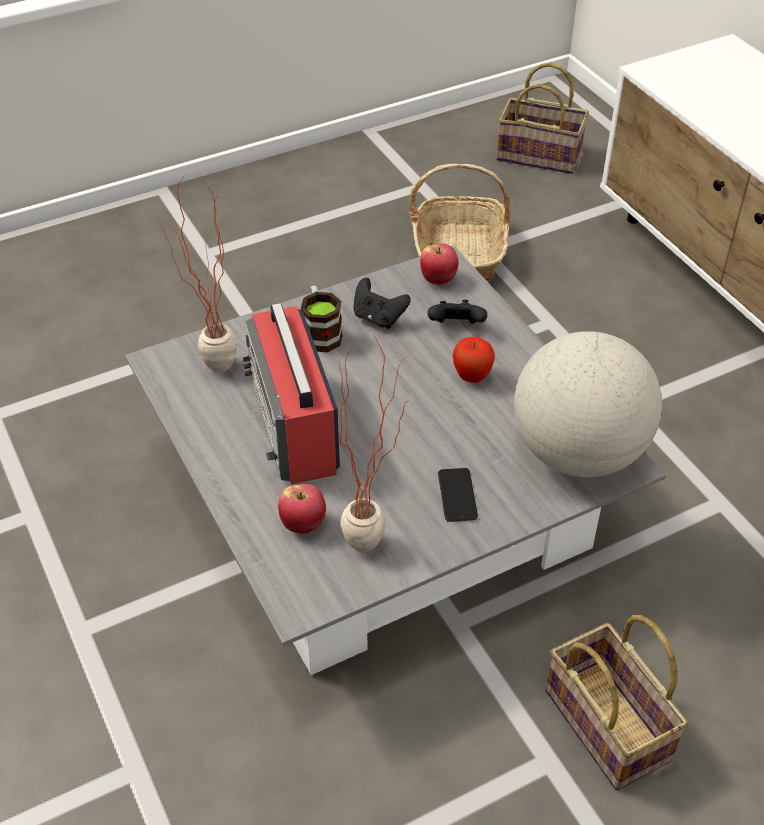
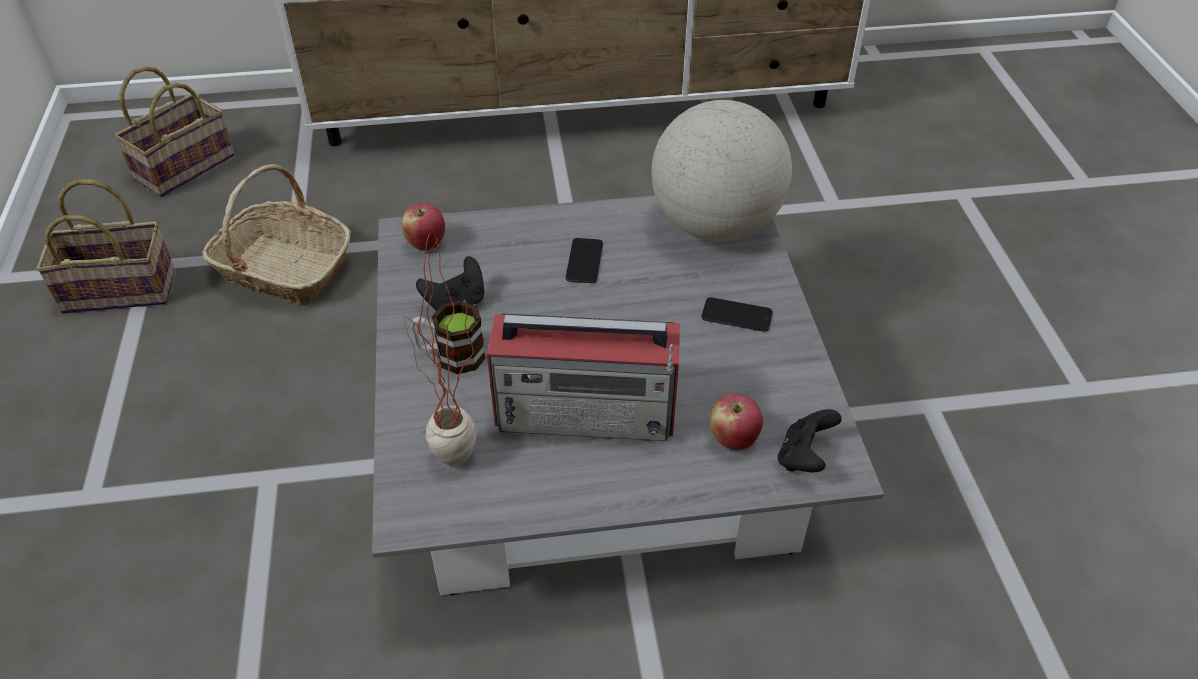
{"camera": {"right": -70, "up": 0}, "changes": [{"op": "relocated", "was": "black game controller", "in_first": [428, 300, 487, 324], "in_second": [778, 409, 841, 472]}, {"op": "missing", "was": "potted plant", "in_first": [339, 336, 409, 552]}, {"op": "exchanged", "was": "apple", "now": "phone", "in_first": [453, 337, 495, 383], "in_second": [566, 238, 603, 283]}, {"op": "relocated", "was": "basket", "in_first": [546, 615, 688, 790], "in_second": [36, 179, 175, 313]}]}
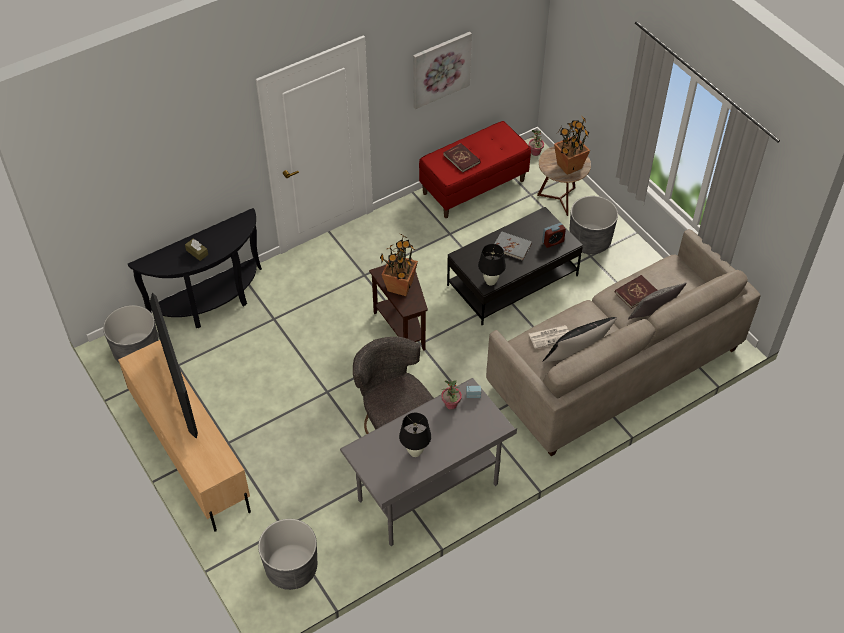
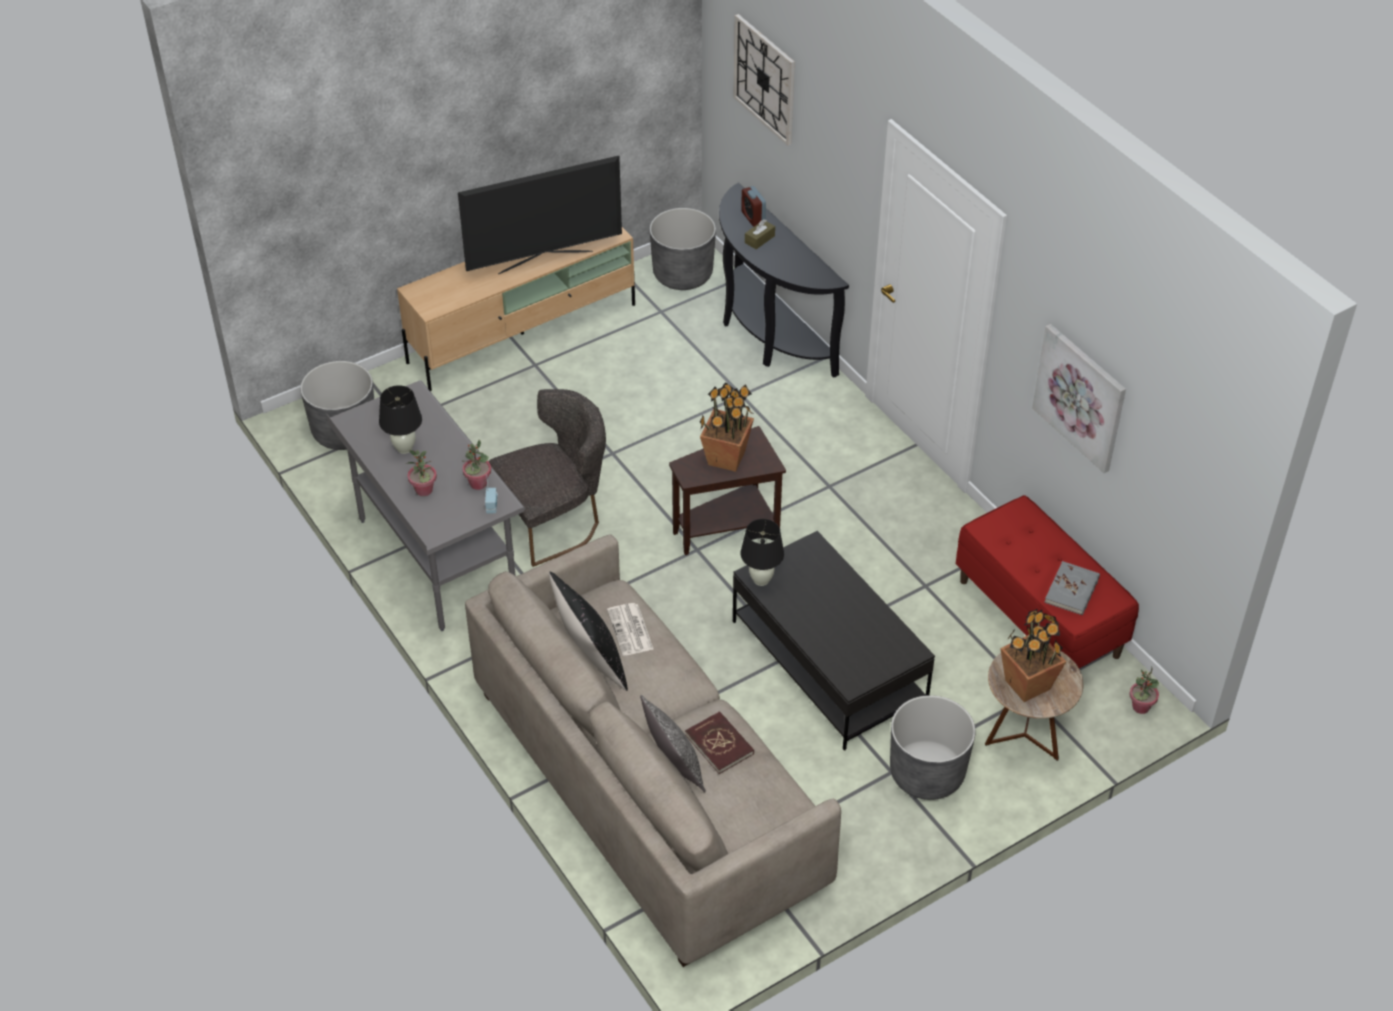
{"camera": {"right": 90, "up": -5}, "changes": [{"op": "missing", "was": "red book", "in_first": [443, 143, 481, 173]}, {"op": "relocated", "was": "alarm clock", "in_first": [542, 223, 566, 248], "in_second": [741, 186, 766, 227]}, {"op": "relocated", "was": "grey book", "in_first": [494, 231, 532, 261], "in_second": [1044, 561, 1100, 615]}, {"op": "appeared", "now": "wall clock", "in_second": [733, 14, 795, 146]}, {"op": "appeared", "now": "potted plant", "in_second": [408, 450, 437, 496]}]}
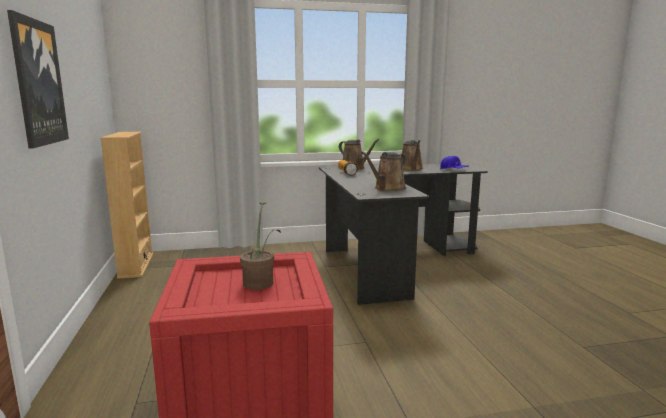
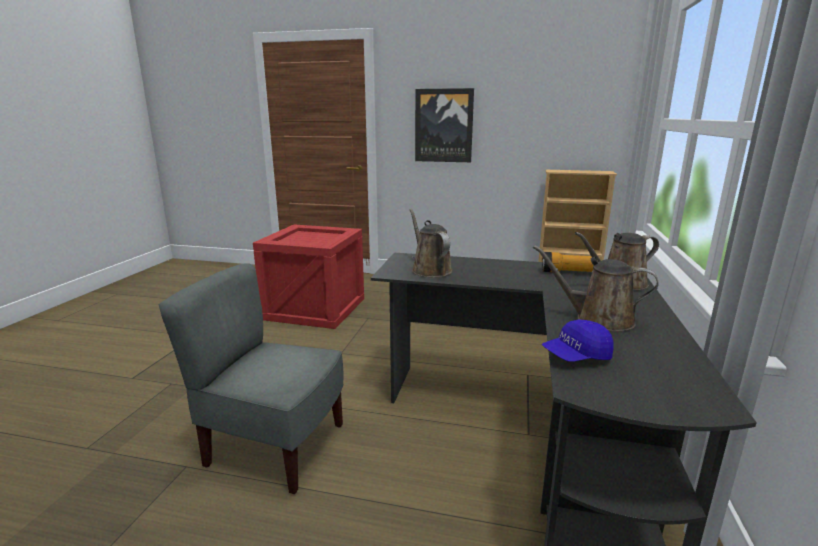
{"camera": {"right": 115, "up": 5}, "changes": [{"op": "missing", "was": "potted plant", "in_first": [240, 202, 281, 290]}, {"op": "appeared", "now": "grey chair", "in_second": [159, 263, 343, 494]}]}
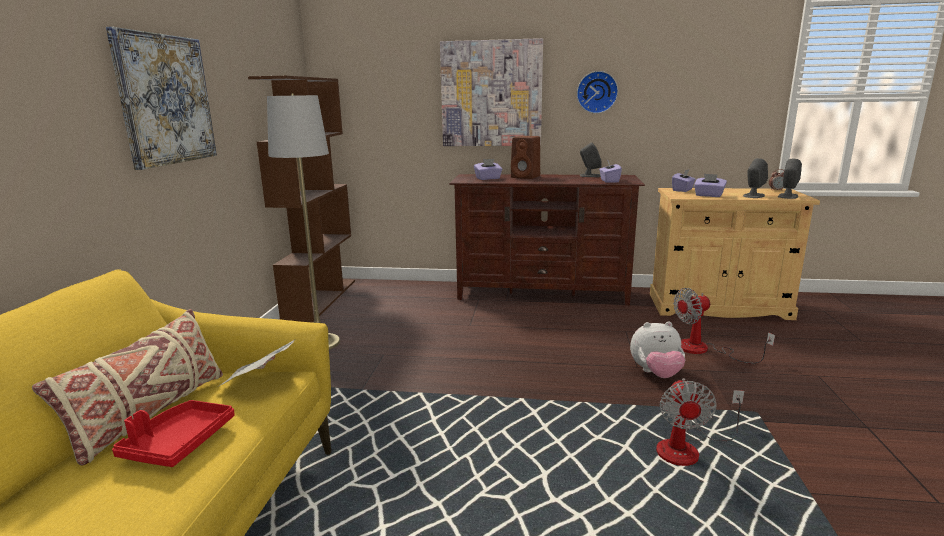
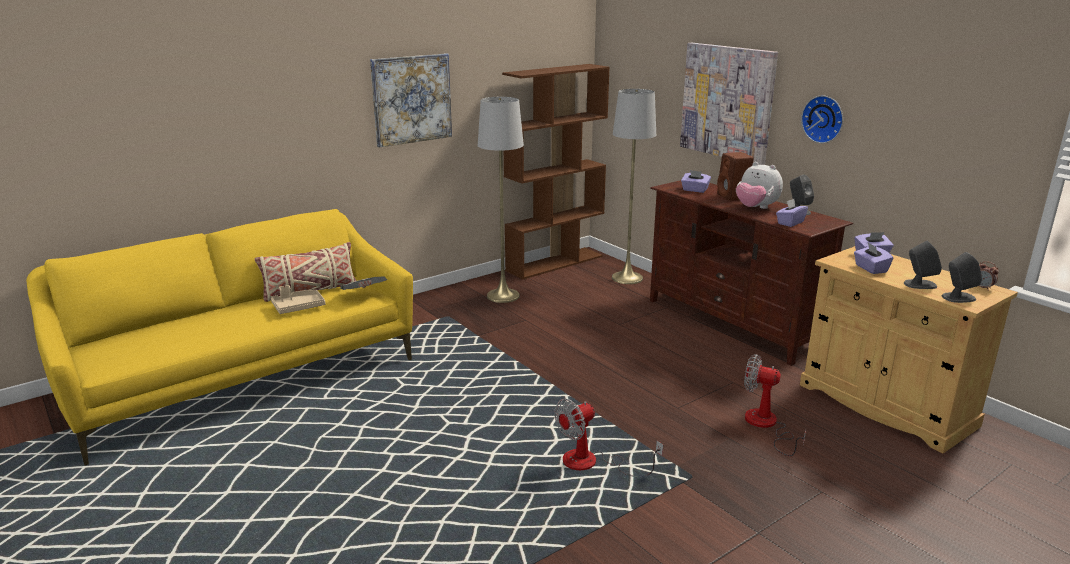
{"camera": {"right": 45, "up": 5}, "changes": [{"op": "relocated", "was": "plush toy", "in_first": [630, 322, 685, 378], "in_second": [736, 162, 783, 209]}, {"op": "colour", "was": "red tray", "now": "beige tray", "in_first": [112, 400, 235, 467], "in_second": [271, 285, 326, 314]}, {"op": "appeared", "now": "grey floor lamp", "in_second": [612, 89, 656, 284]}]}
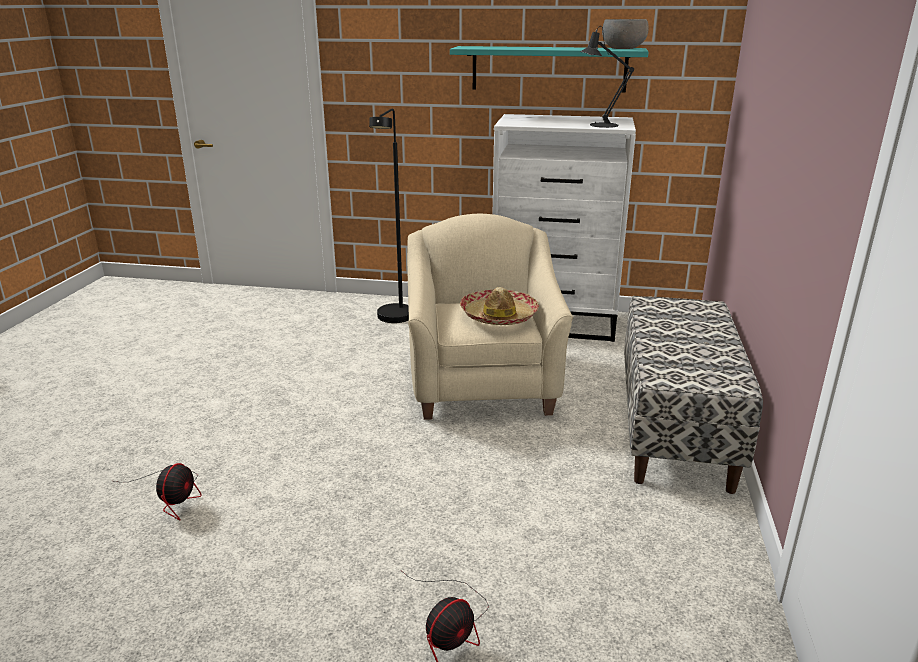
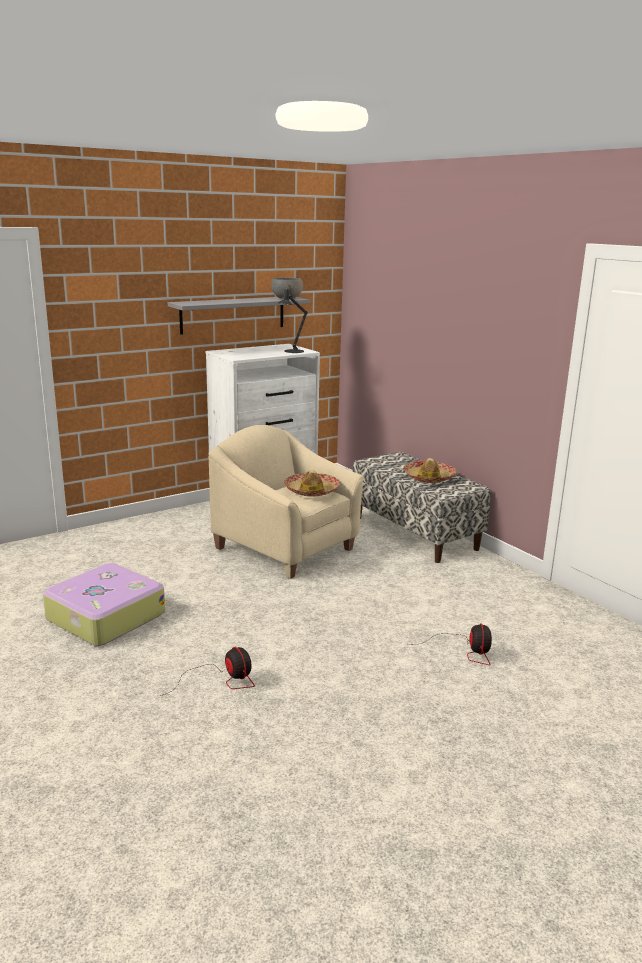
{"camera": {"right": -45, "up": -5}, "changes": [{"op": "colour", "was": "turquoise shelf", "now": "grey shelf", "in_first": [450, 46, 649, 93], "in_second": [168, 297, 310, 335]}, {"op": "missing", "was": "black floor lamp", "in_first": [369, 109, 409, 323]}, {"op": "appeared", "now": "hat", "in_second": [404, 458, 456, 483]}, {"op": "appeared", "now": "suitcase", "in_second": [43, 563, 165, 646]}]}
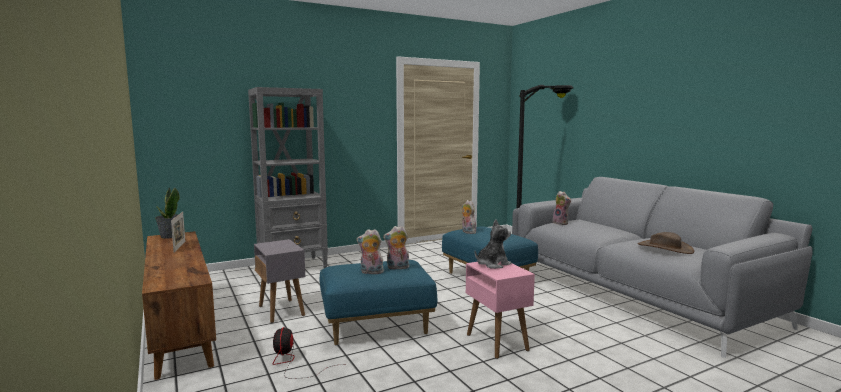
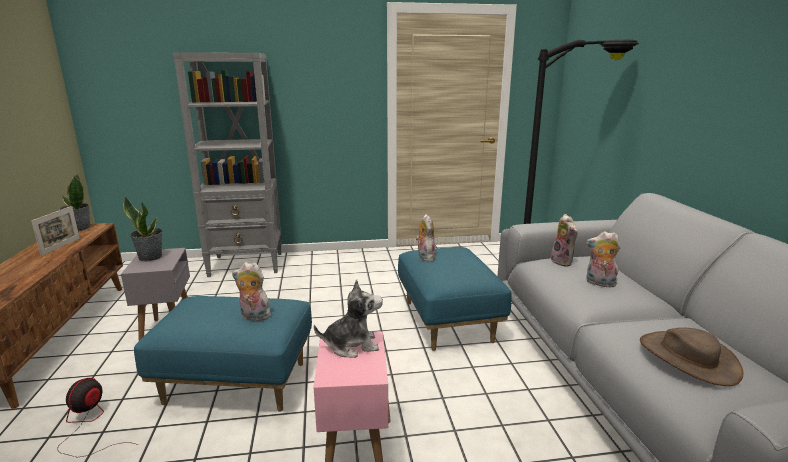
{"camera": {"right": 20, "up": 10}, "changes": [{"op": "relocated", "was": "plush toy", "in_first": [356, 229, 384, 274], "in_second": [586, 231, 621, 287]}, {"op": "appeared", "now": "potted plant", "in_second": [123, 197, 163, 261]}]}
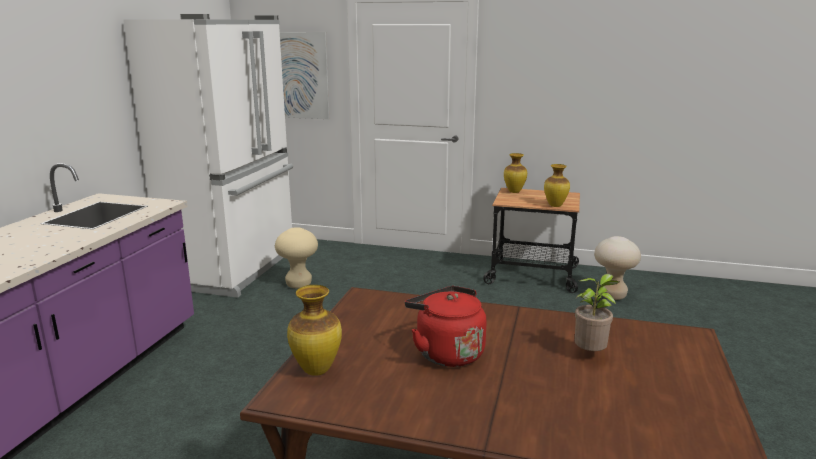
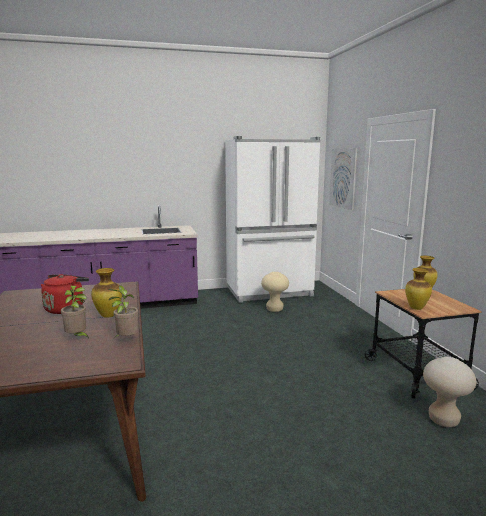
{"camera": {"right": 60, "up": -5}, "changes": [{"op": "relocated", "was": "vase", "in_first": [287, 285, 342, 376], "in_second": [91, 268, 122, 318]}, {"op": "appeared", "now": "potted plant", "in_second": [108, 285, 138, 337]}]}
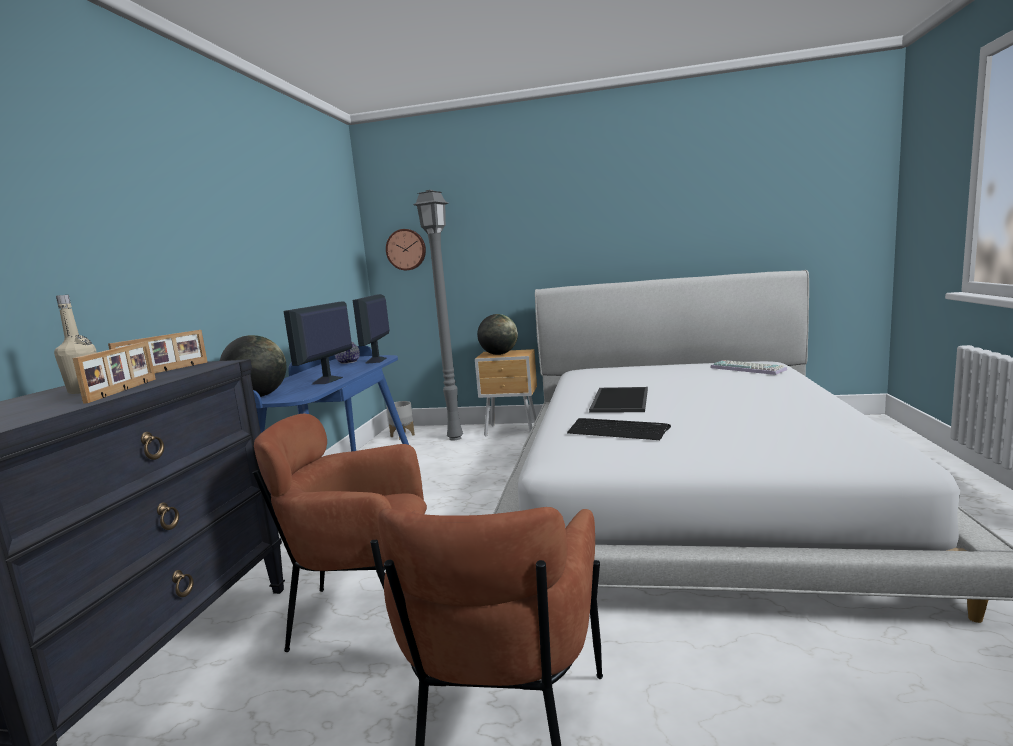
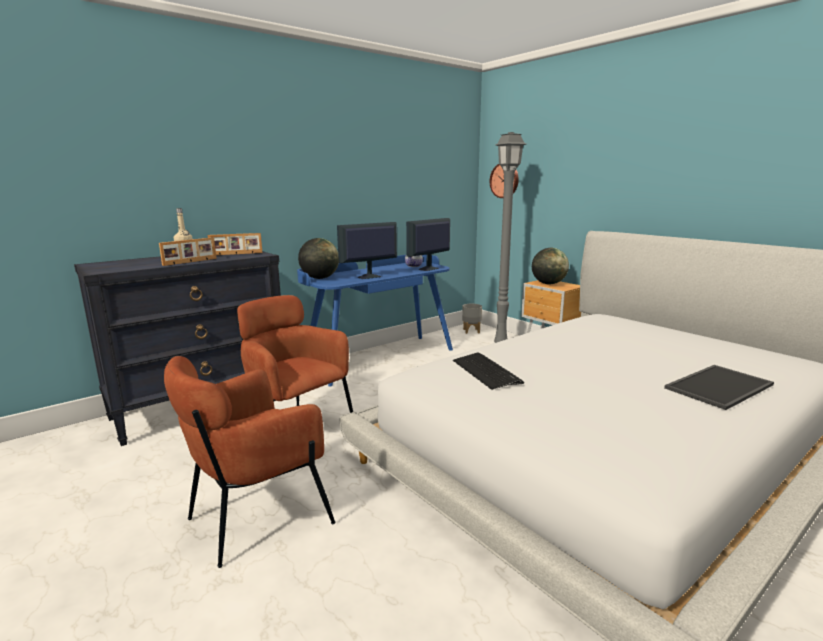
{"camera": {"right": 40, "up": 5}, "changes": [{"op": "missing", "was": "keyboard", "in_first": [710, 360, 787, 375]}, {"op": "relocated", "was": "tray", "in_first": [589, 387, 648, 413], "in_second": [664, 365, 774, 410]}]}
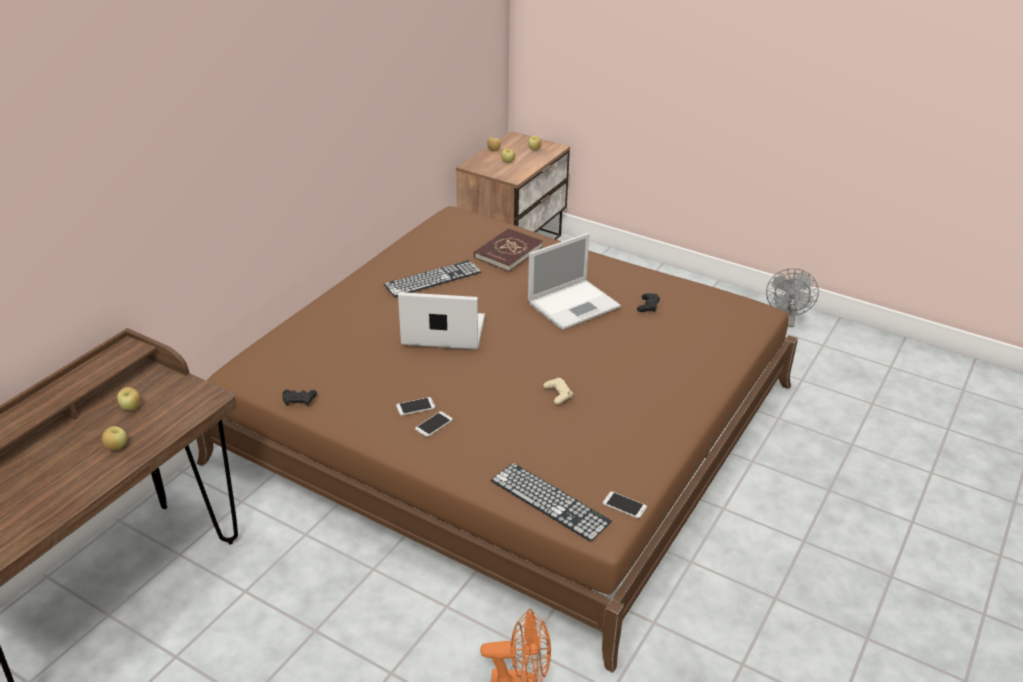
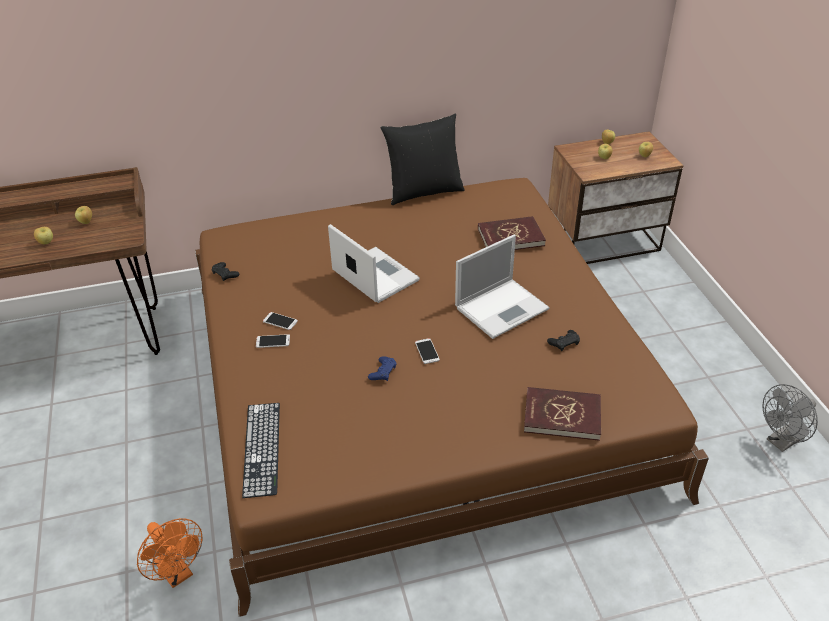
{"camera": {"right": 45, "up": 5}, "changes": [{"op": "spun", "was": "laptop", "in_first": [528, 233, 621, 330], "in_second": [455, 235, 550, 339], "clockwise": -45}, {"op": "missing", "was": "keyboard", "in_first": [384, 260, 481, 297]}, {"op": "colour", "was": "beige game controller", "now": "blue game controller", "in_first": [543, 378, 573, 404], "in_second": [368, 356, 397, 381]}, {"op": "relocated", "was": "phone", "in_first": [603, 491, 647, 518], "in_second": [415, 338, 440, 364]}, {"op": "appeared", "now": "black pillow", "in_second": [381, 114, 464, 205]}, {"op": "appeared", "now": "red book", "in_second": [524, 387, 601, 441]}]}
